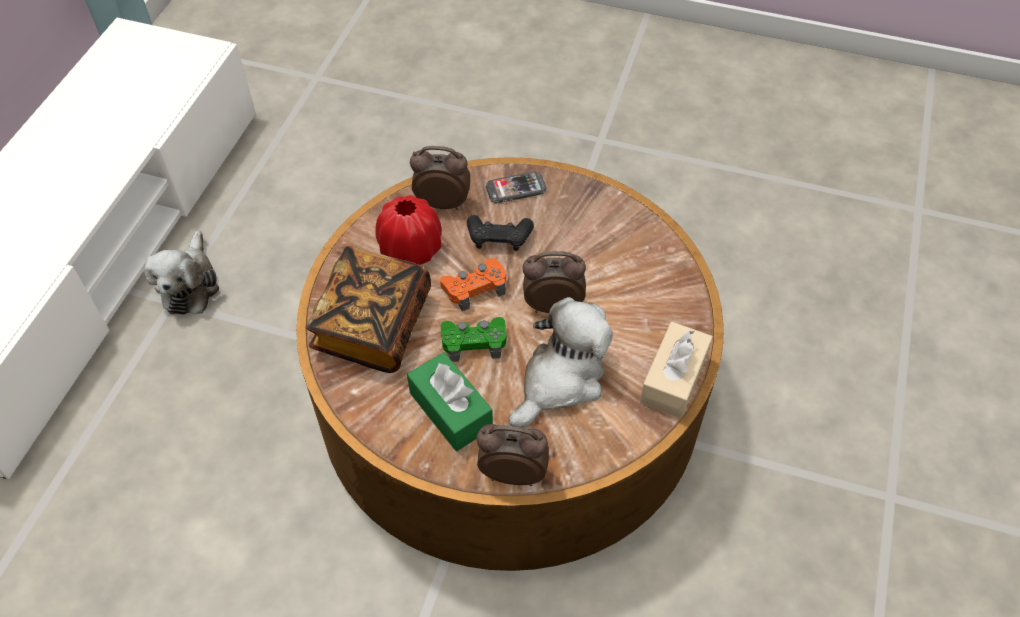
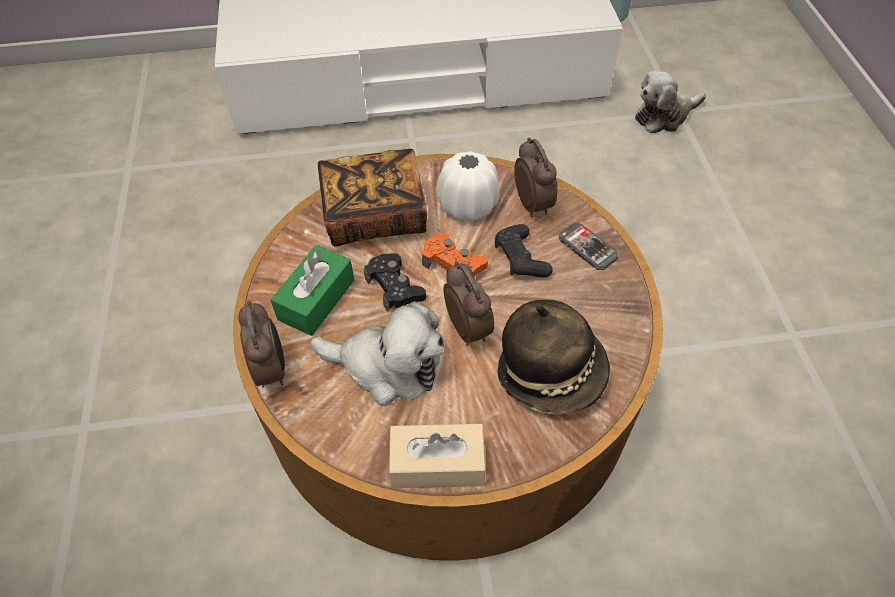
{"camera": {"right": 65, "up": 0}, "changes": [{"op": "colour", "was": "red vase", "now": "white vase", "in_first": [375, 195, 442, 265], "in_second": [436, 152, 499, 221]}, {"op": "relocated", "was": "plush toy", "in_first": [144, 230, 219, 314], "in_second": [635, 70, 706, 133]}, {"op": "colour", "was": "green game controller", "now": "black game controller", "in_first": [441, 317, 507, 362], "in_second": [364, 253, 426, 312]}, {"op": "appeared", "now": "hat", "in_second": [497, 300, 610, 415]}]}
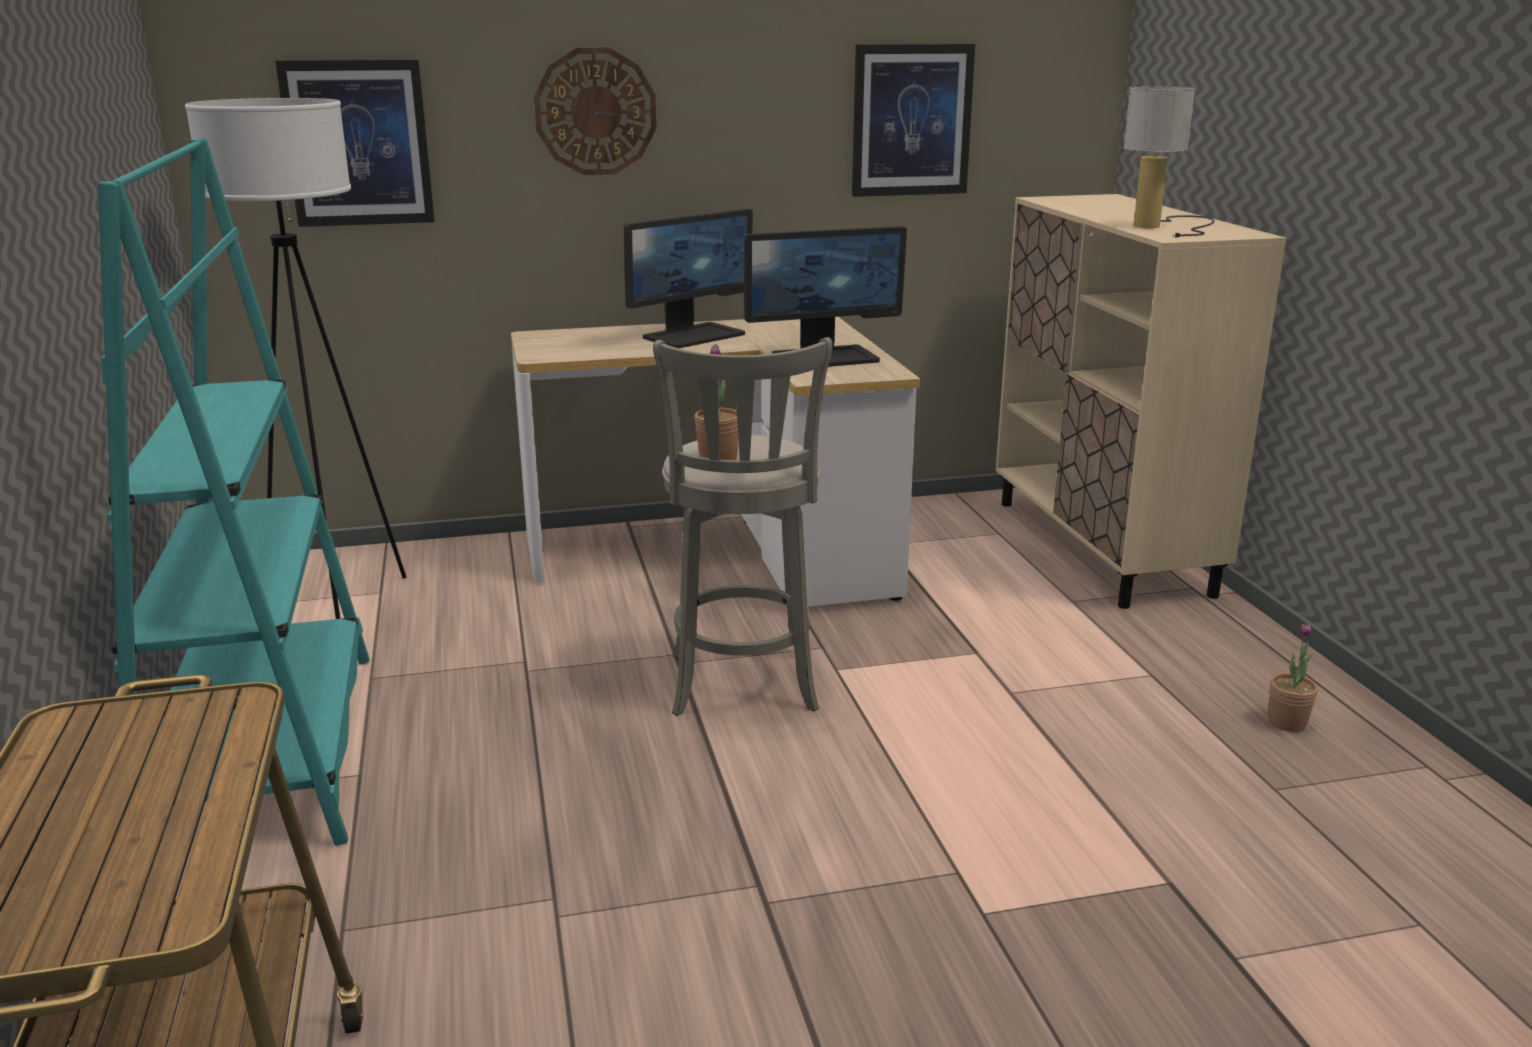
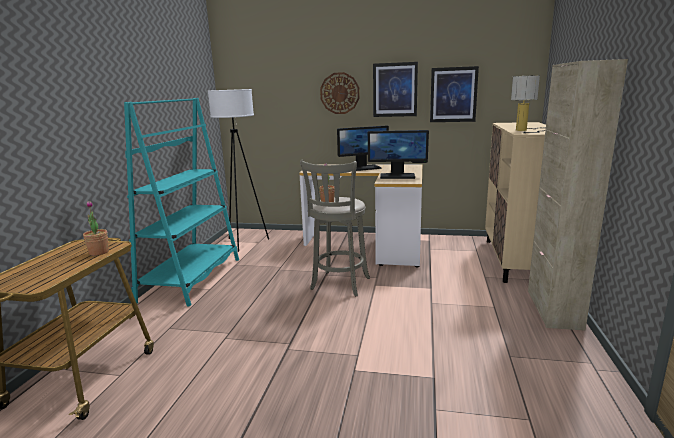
{"camera": {"right": 25, "up": -5}, "changes": [{"op": "relocated", "was": "picture", "in_first": [275, 60, 435, 227], "in_second": [373, 62, 418, 117]}, {"op": "relocated", "was": "potted plant", "in_first": [1268, 623, 1318, 732], "in_second": [83, 201, 109, 256]}, {"op": "appeared", "now": "beige cabinet", "in_second": [528, 59, 628, 331]}]}
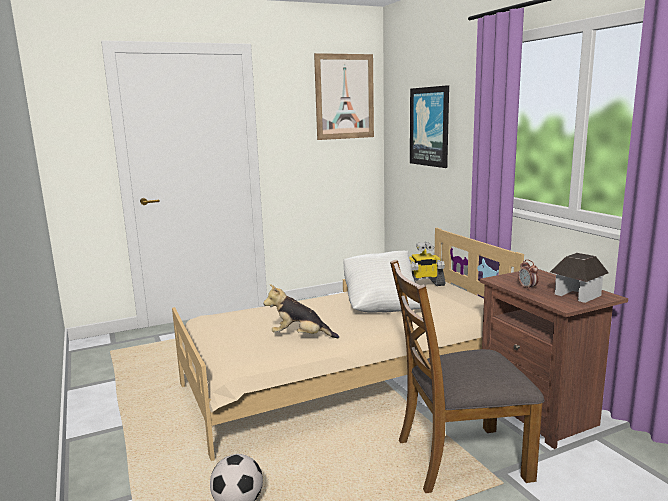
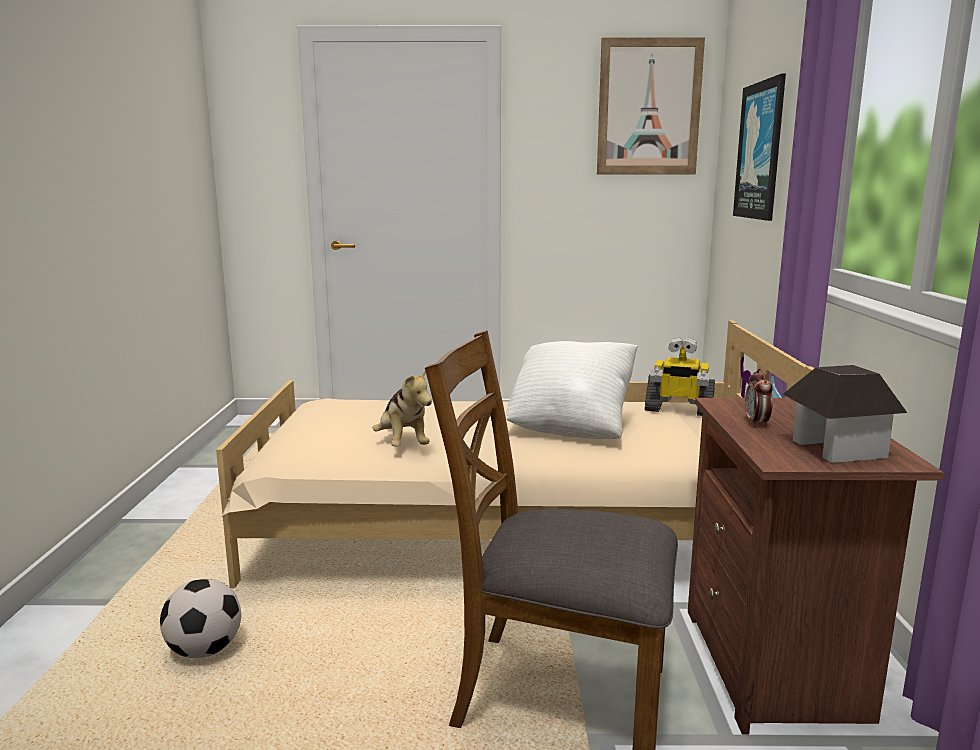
{"camera": {"right": 25, "up": 0}, "changes": [{"op": "spun", "was": "plush toy", "in_first": [263, 284, 339, 338], "in_second": [373, 370, 432, 446], "clockwise": -150}]}
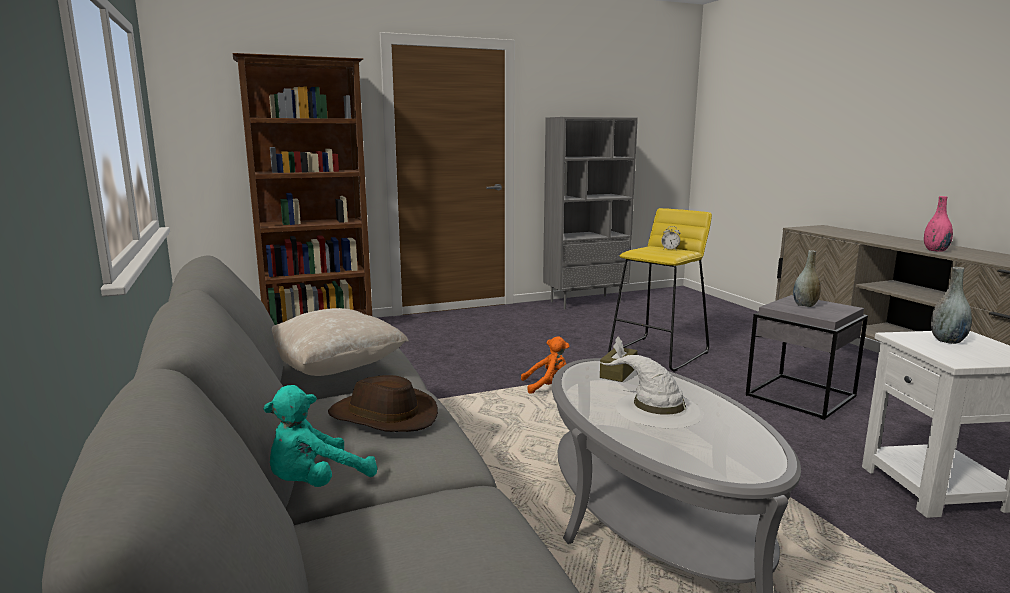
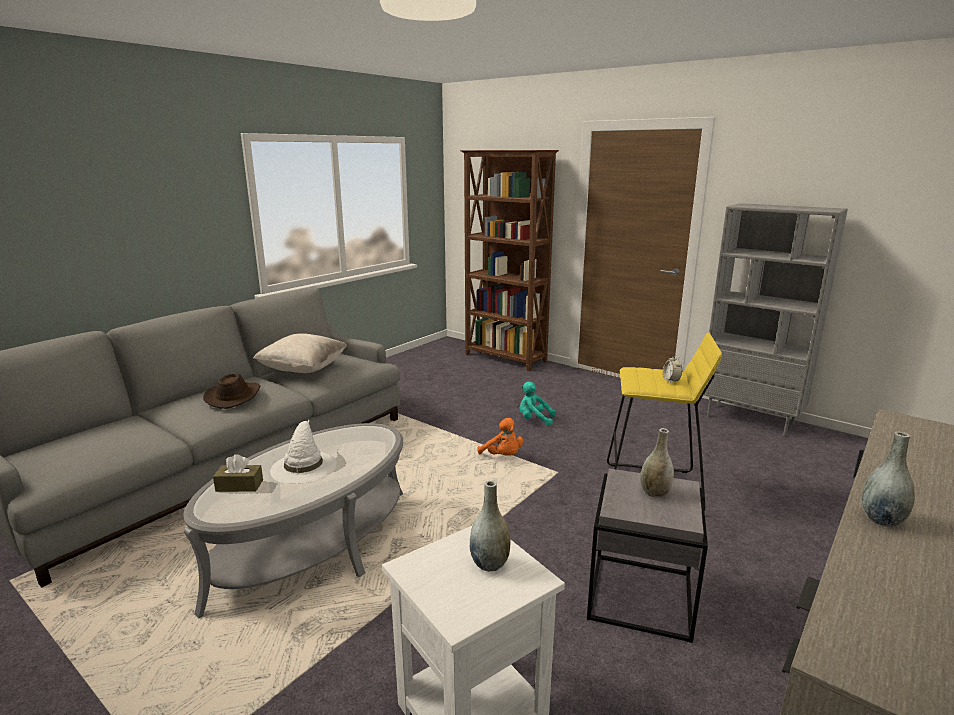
{"camera": {"right": 60, "up": 5}, "changes": [{"op": "colour", "was": "pink vase", "now": "grey vase", "in_first": [924, 196, 953, 252], "in_second": [862, 432, 915, 527]}, {"op": "relocated", "was": "brown tissue box", "in_first": [600, 336, 638, 382], "in_second": [213, 454, 263, 492]}, {"op": "relocated", "was": "turquoise plush toy", "in_first": [263, 385, 377, 487], "in_second": [520, 382, 556, 426]}]}
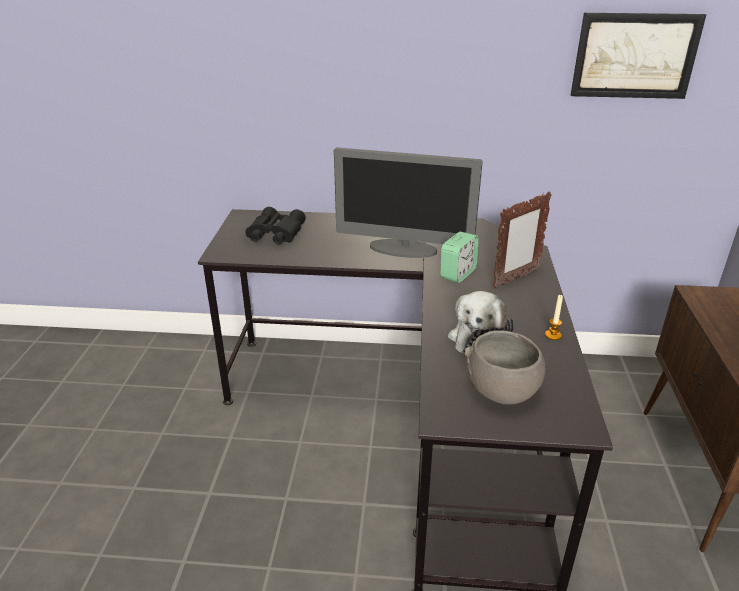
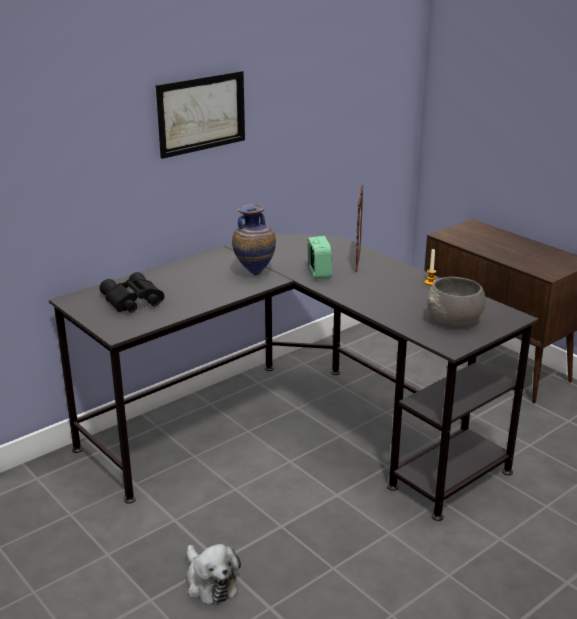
{"camera": {"right": -45, "up": -5}, "changes": [{"op": "relocated", "was": "picture", "in_first": [570, 13, 706, 99], "in_second": [156, 71, 245, 159]}, {"op": "exchanged", "was": "monitor", "now": "vase", "in_first": [334, 147, 483, 258], "in_second": [232, 204, 276, 276]}, {"op": "relocated", "was": "plush toy", "in_first": [448, 291, 514, 356], "in_second": [187, 544, 241, 605]}]}
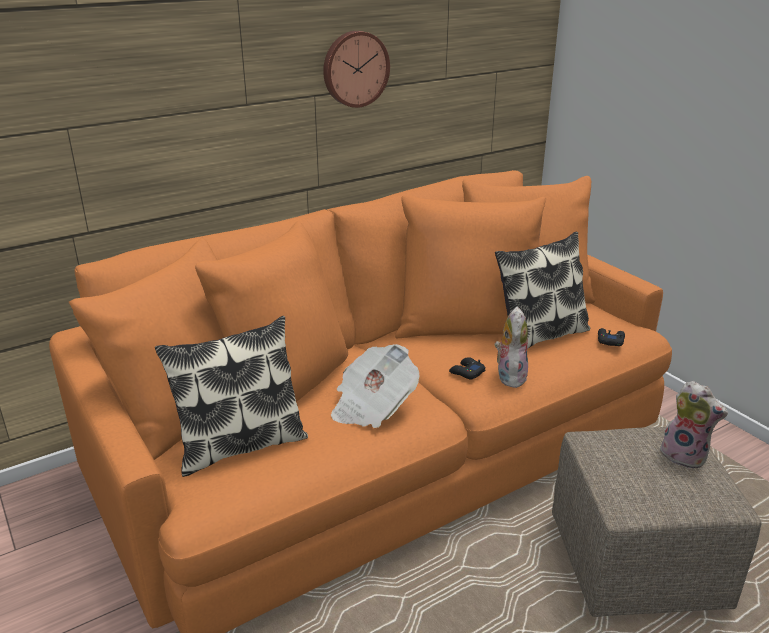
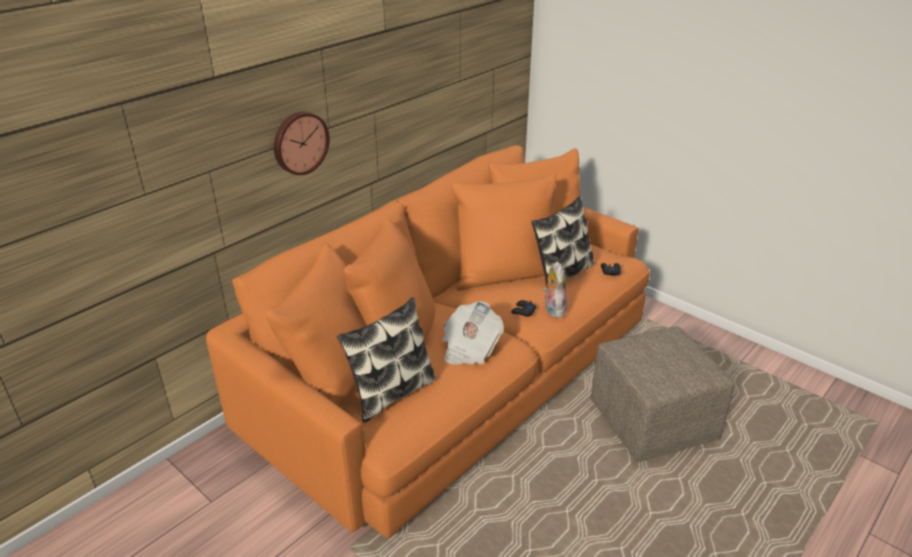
{"camera": {"right": -15, "up": 5}, "changes": [{"op": "relocated", "was": "wall clock", "in_first": [323, 31, 390, 108], "in_second": [274, 111, 330, 175]}, {"op": "missing", "was": "plush toy", "in_first": [658, 381, 728, 469]}]}
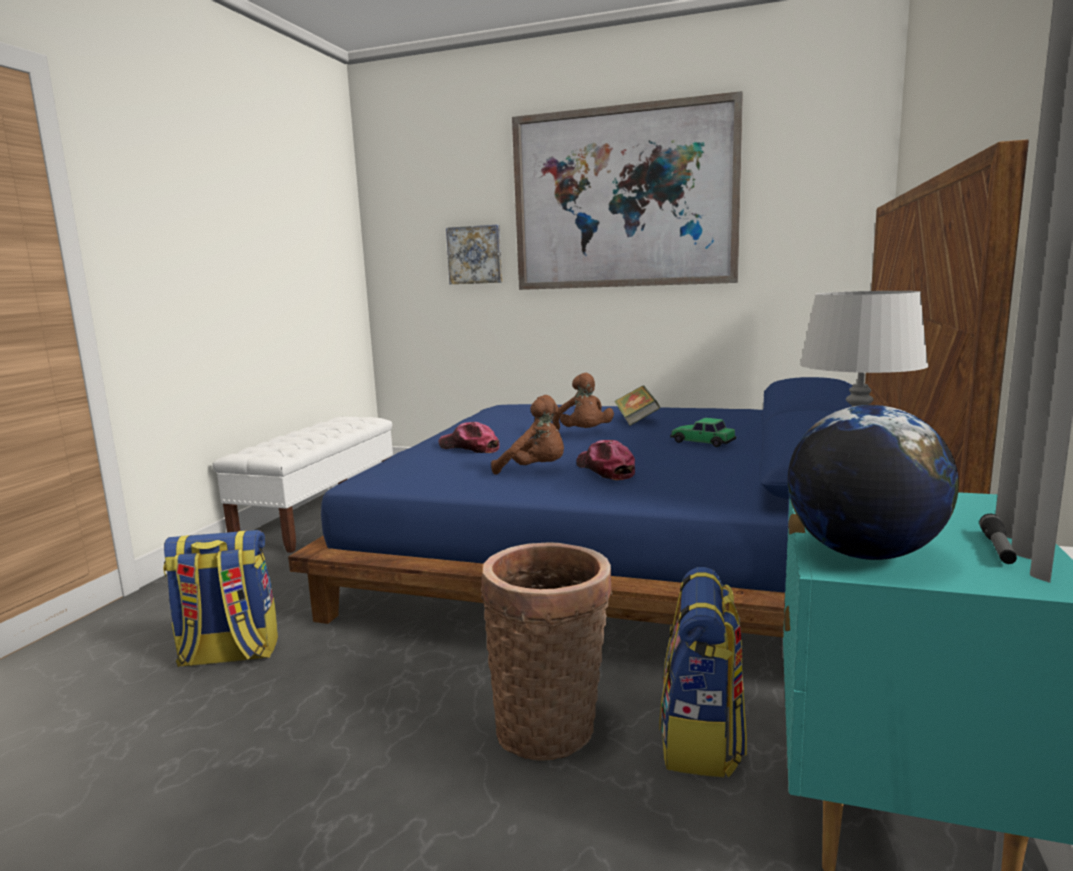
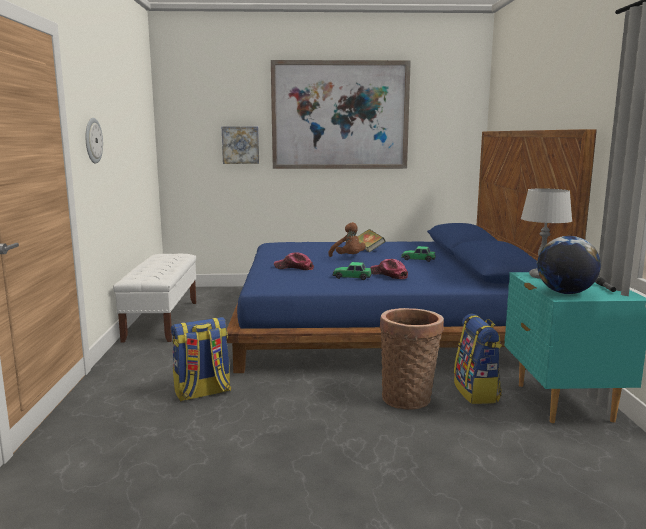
{"camera": {"right": -20, "up": 0}, "changes": [{"op": "exchanged", "was": "brown plush toy", "now": "toy car", "in_first": [491, 395, 564, 475], "in_second": [332, 262, 372, 280]}, {"op": "appeared", "now": "wall clock", "in_second": [86, 118, 103, 164]}]}
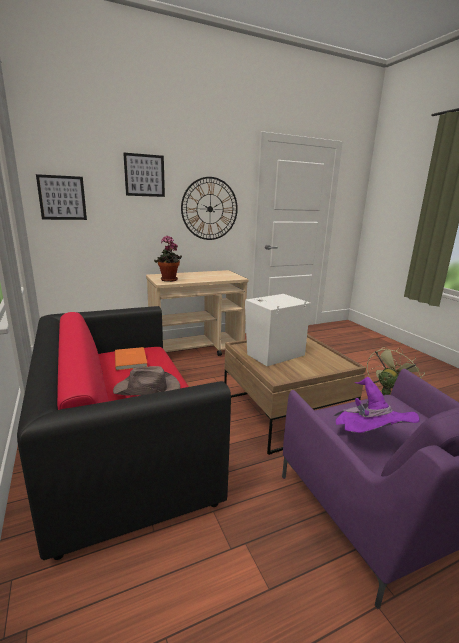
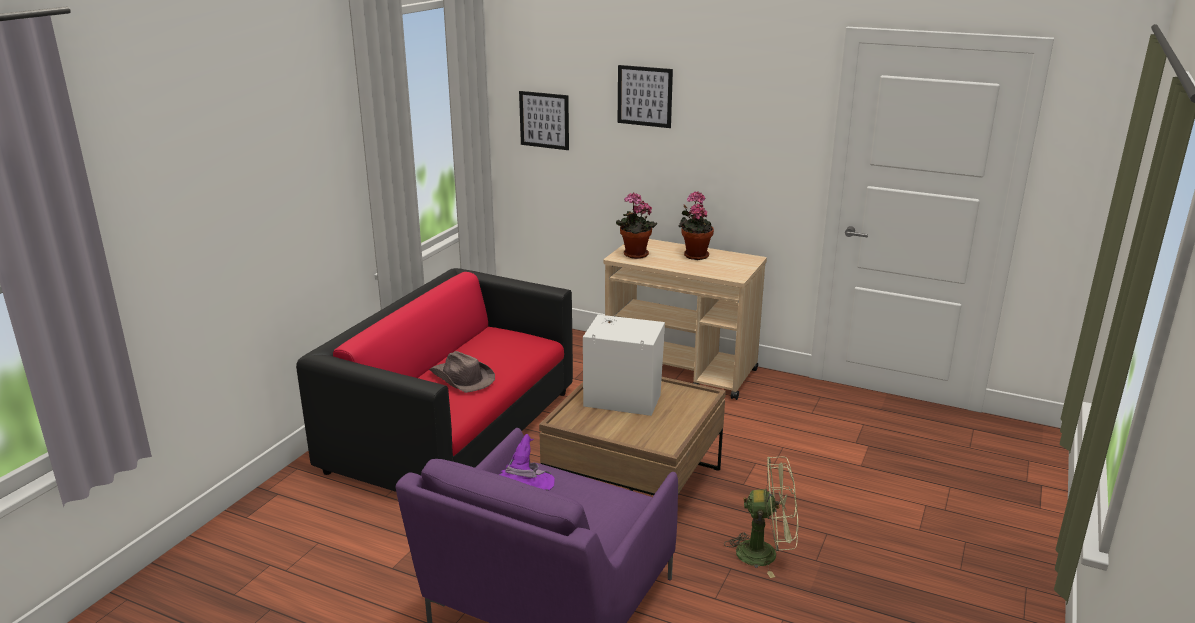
{"camera": {"right": 50, "up": 5}, "changes": [{"op": "missing", "was": "wall clock", "in_first": [181, 177, 238, 240]}, {"op": "missing", "was": "orange book", "in_first": [115, 347, 148, 370]}, {"op": "appeared", "now": "potted plant", "in_second": [679, 191, 714, 260]}]}
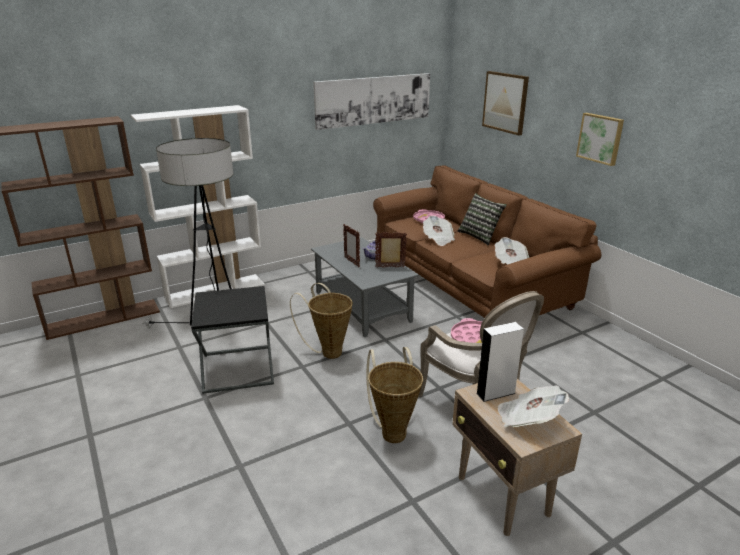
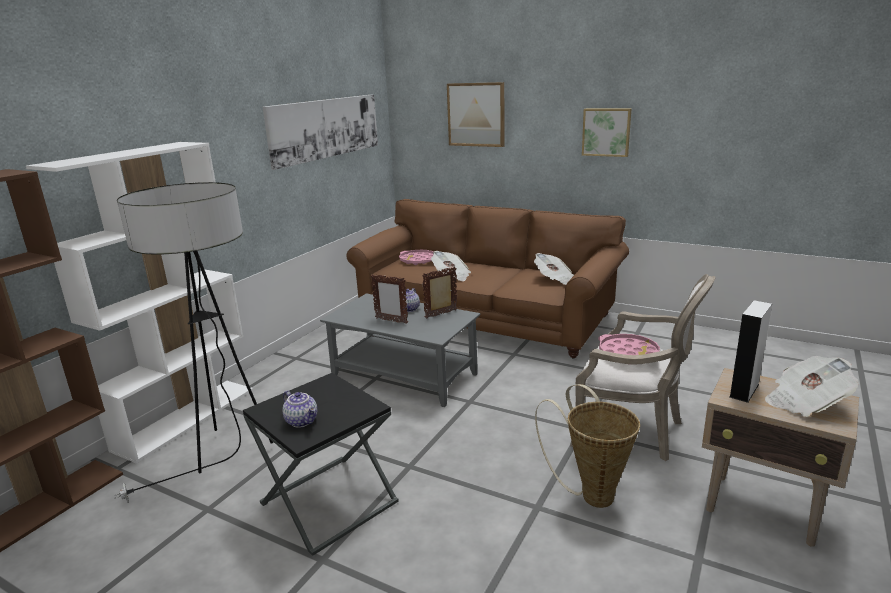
{"camera": {"right": -30, "up": -5}, "changes": [{"op": "missing", "was": "pillow", "in_first": [458, 193, 507, 246]}, {"op": "missing", "was": "basket", "in_first": [290, 283, 353, 359]}, {"op": "appeared", "now": "teapot", "in_second": [282, 391, 317, 428]}]}
